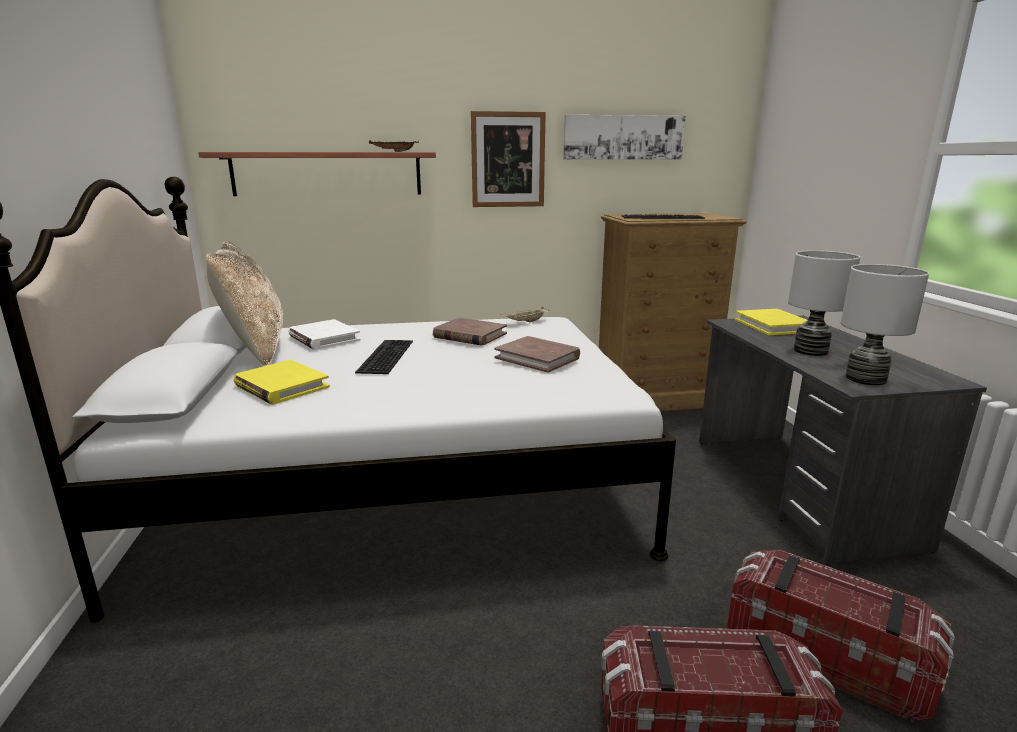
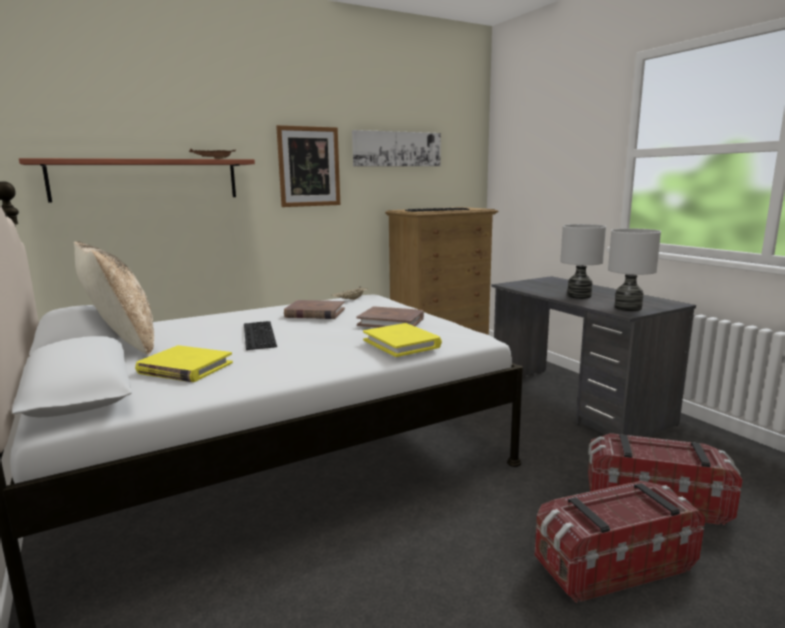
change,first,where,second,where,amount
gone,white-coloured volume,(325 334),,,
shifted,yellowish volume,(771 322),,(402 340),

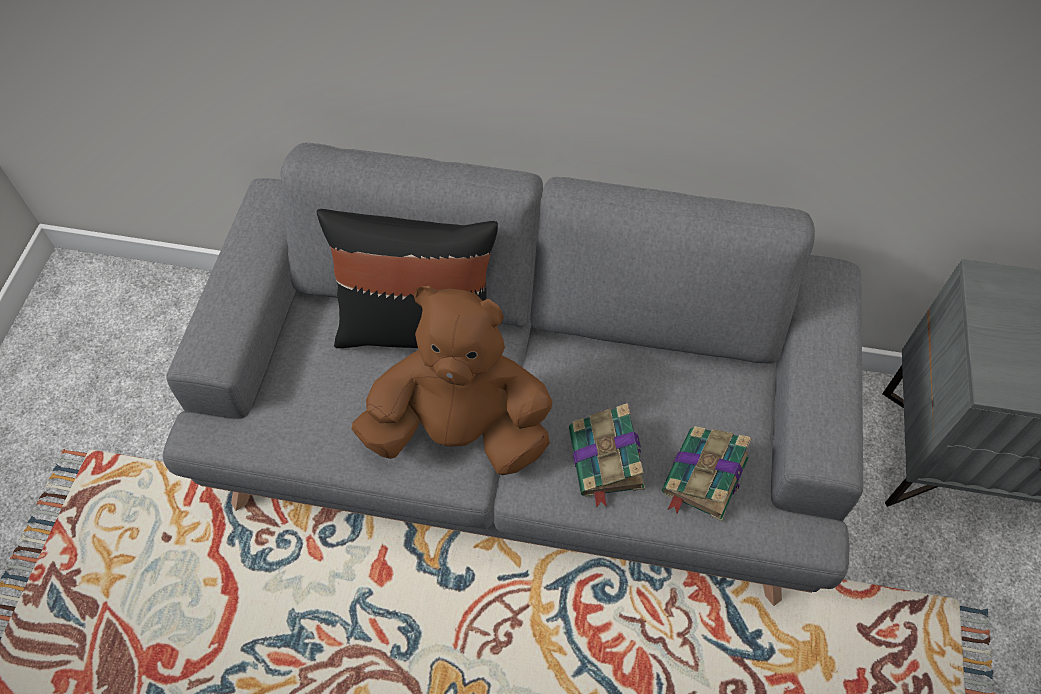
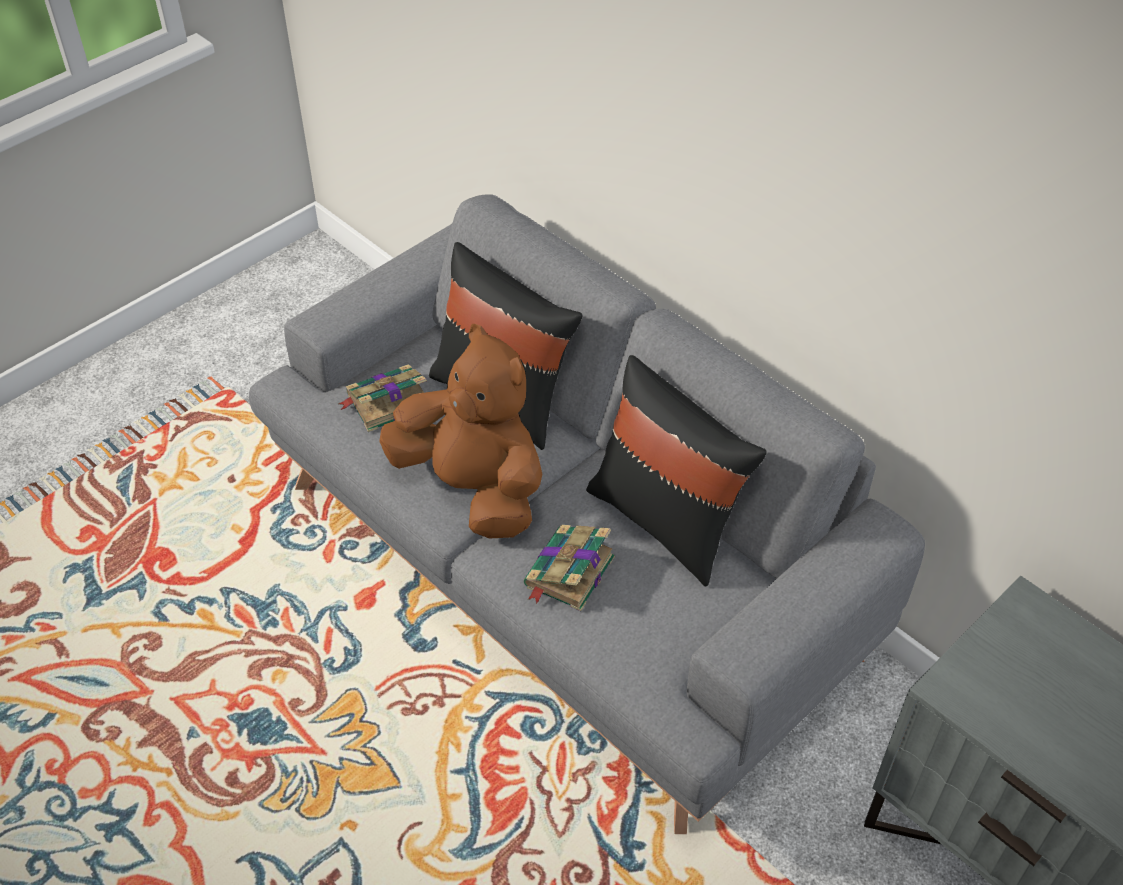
change,first,where,second,where,amount
shifted,volume,(707 473),,(382 398),
new,,,black-coloured pillow,(676 470),

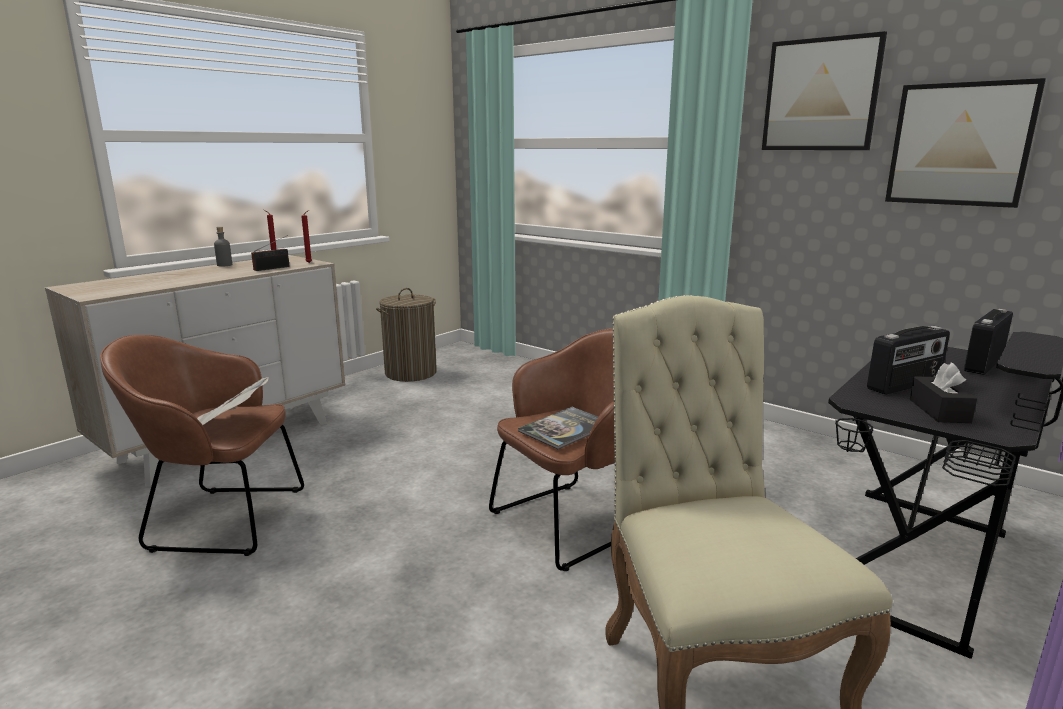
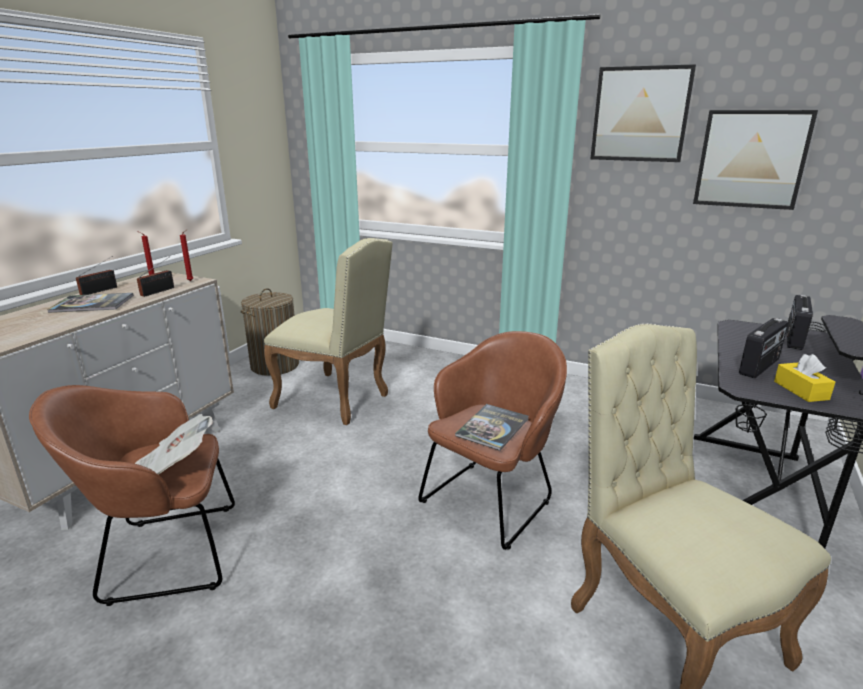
change,first,where,second,where,amount
swapped,greyish beverage bottle,(223 246),radio,(96 275),
repainted,black-coloured box of tissues,(943 392),yellowish box of tissues,(804 378),
new,,,volume,(90 303),
new,,,beige plain chair,(328 331),

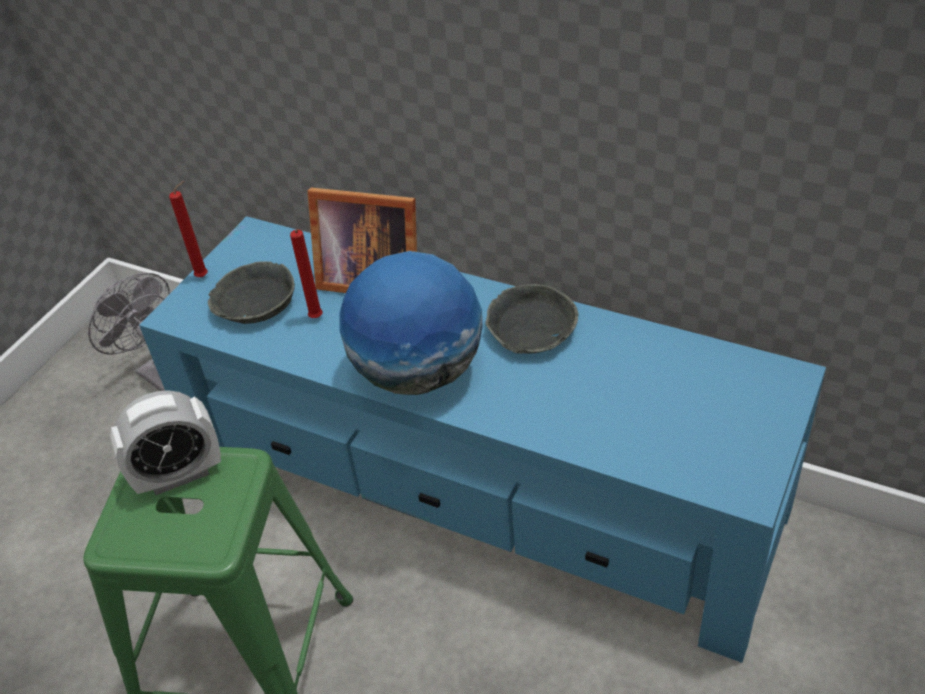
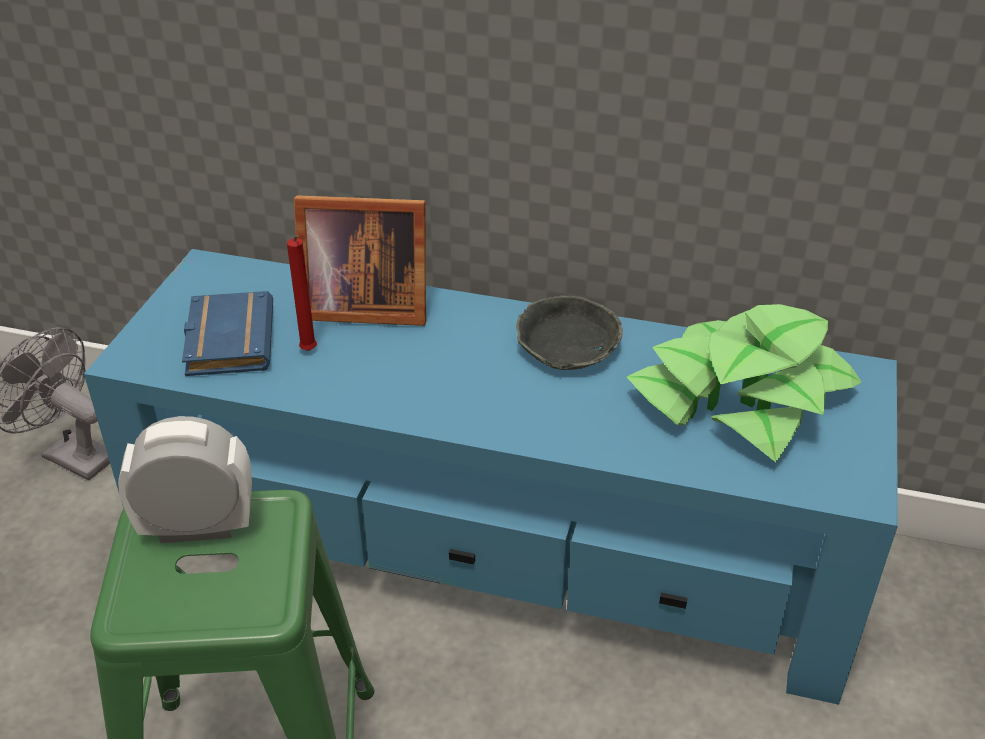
change,first,where,second,where,amount
rotated,alarm clock,(165 442),,(185 479),150 degrees counterclockwise
gone,reddish candle,(188 229),,,
swapped,greyish deep dish,(251 292),blue volume,(227 333),
gone,world globe,(410 323),,,
new,,,potted plant,(744 383),

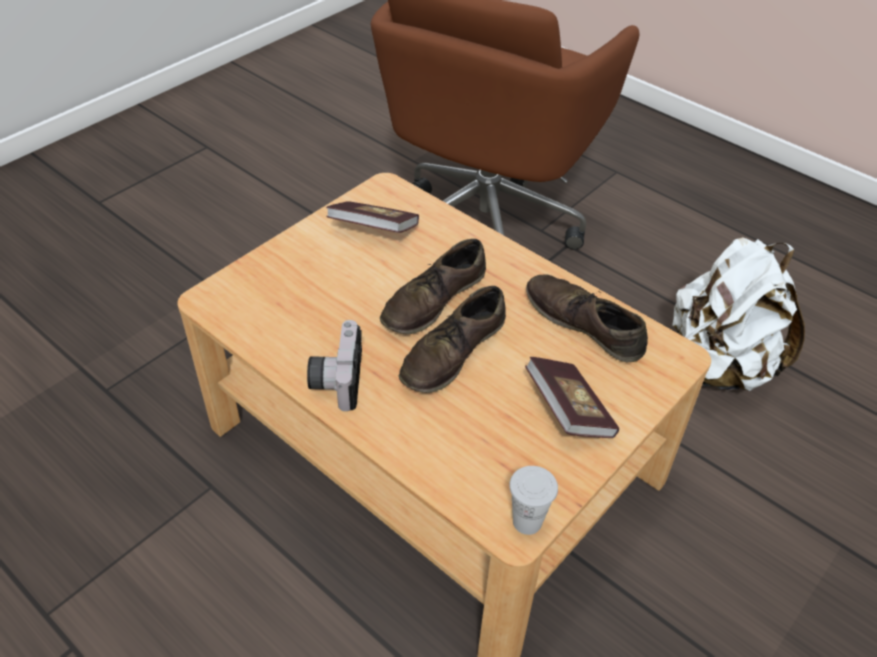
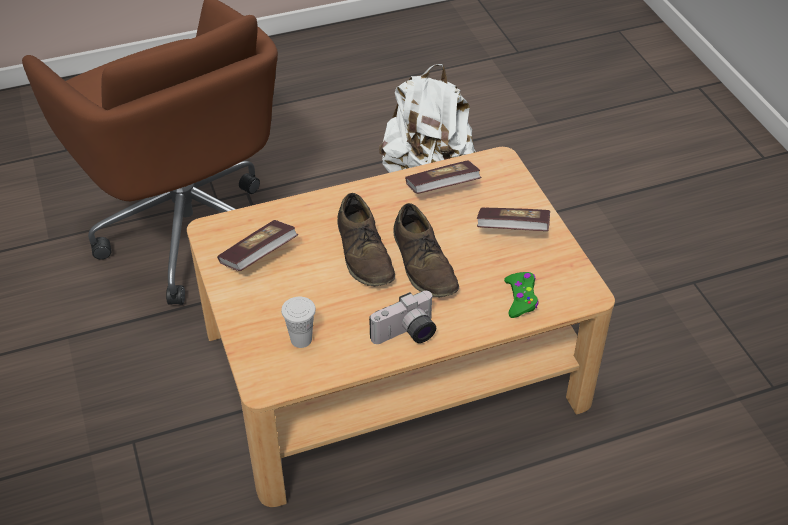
change,first,where,second,where,amount
rotated,photo camera,(334 365),,(402 317),60 degrees counterclockwise
shifted,white-coloured drinking cup,(533 500),,(298 322),
swapped,brown-coloured shoe,(587 318),volume,(443 177),
new,,,greenish game controller,(521 295),

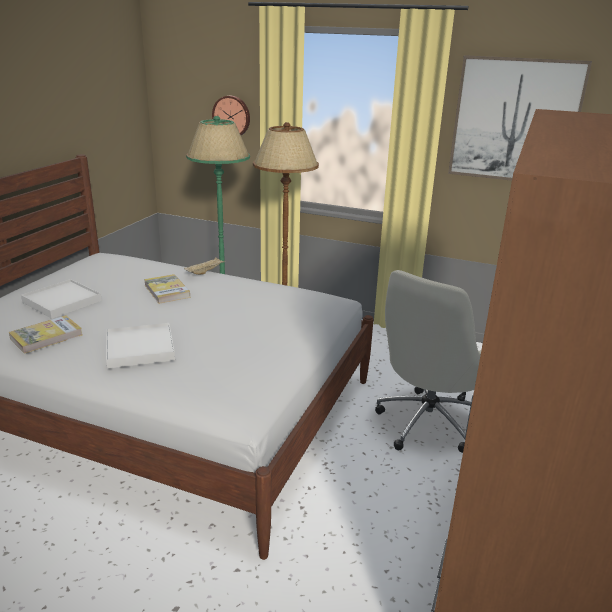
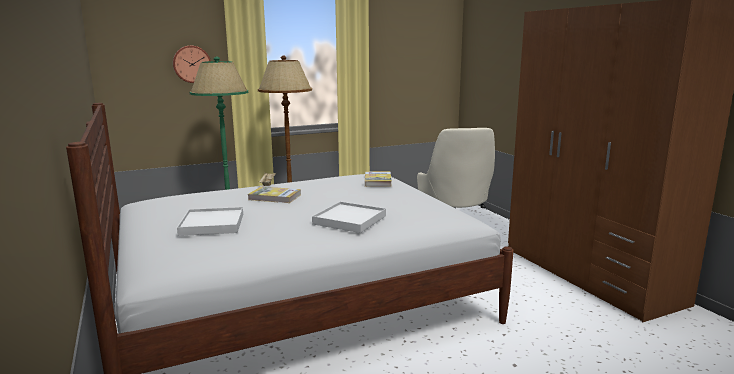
change,first,where,second,where,amount
shifted,volume,(45 334),,(378 179),
gone,picture,(520 118),,,

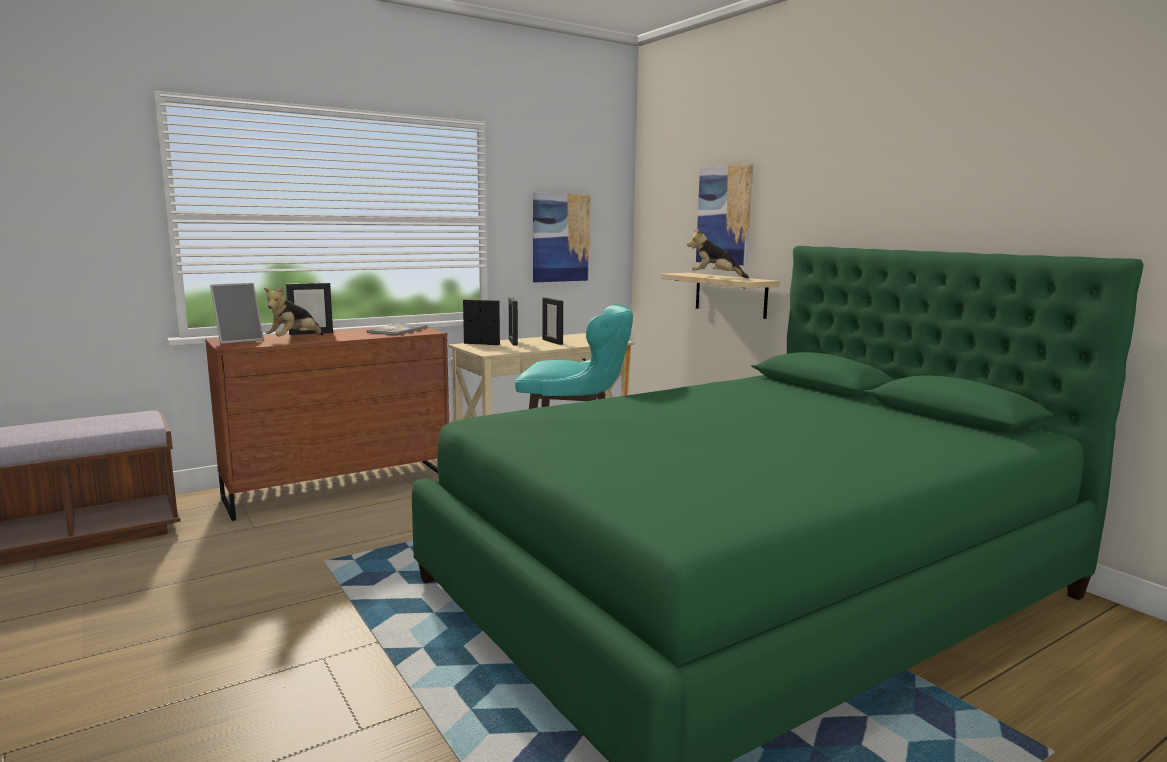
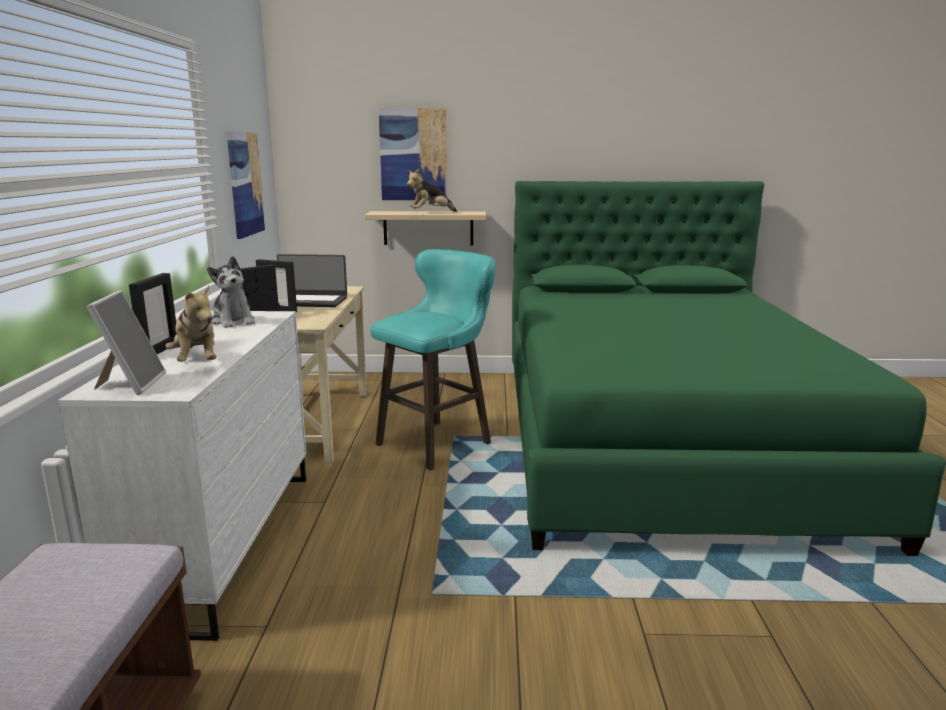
change,first,where,second,where,amount
repainted,brown-coloured chest of drawers,(327 424),white-coloured chest of drawers,(182 476),
swapped,volume,(397 329),cuddly toy,(231 292),
swapped,photo frame,(553 321),laptop,(312 280),

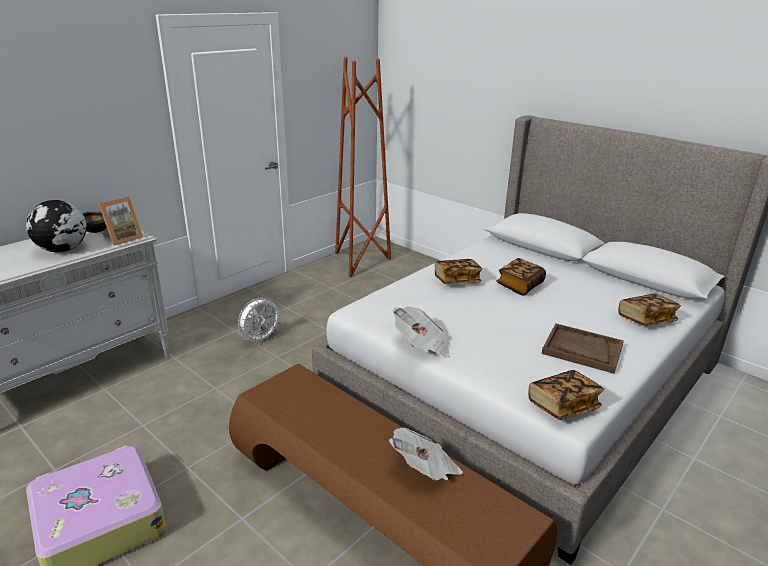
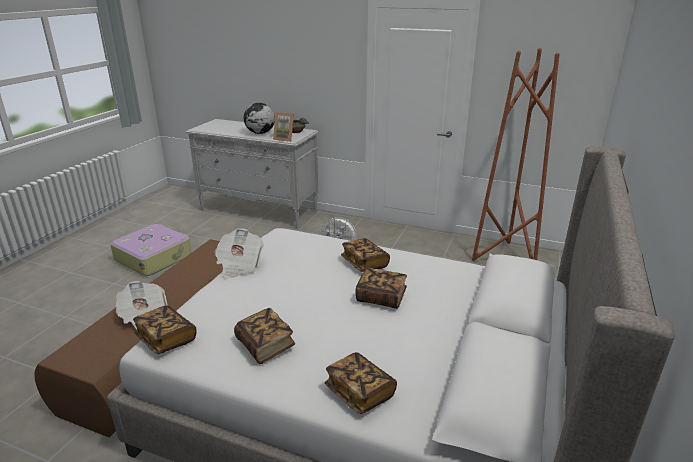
change,first,where,second,where,amount
swapped,brown-coloured tray,(583 348),volume,(264 336),

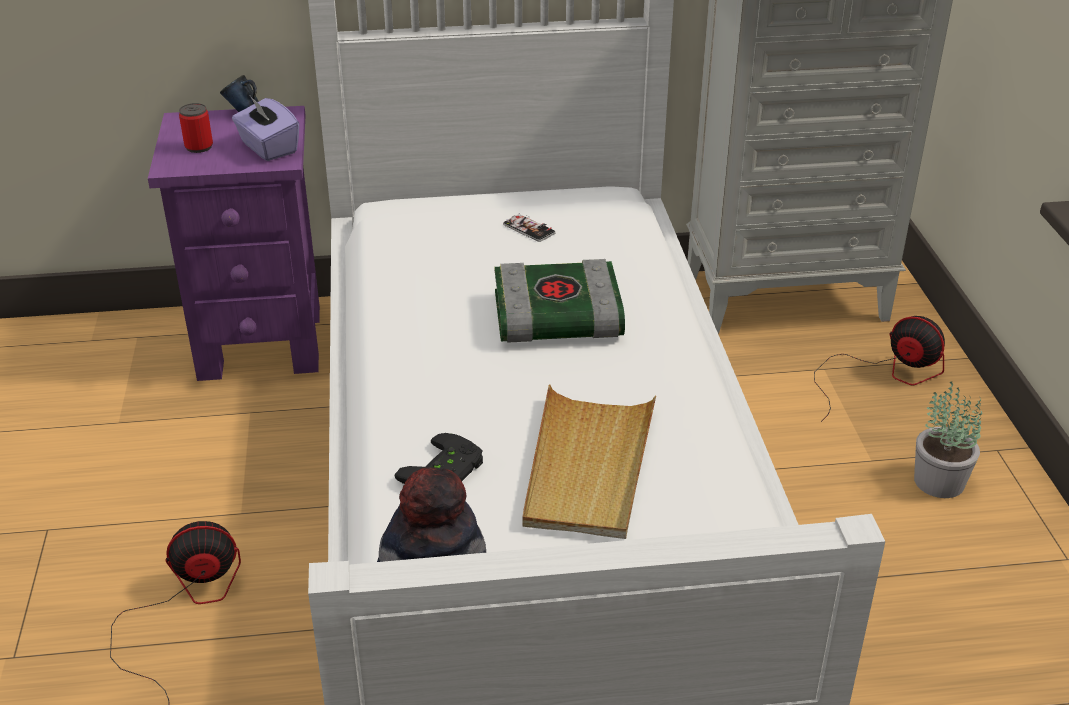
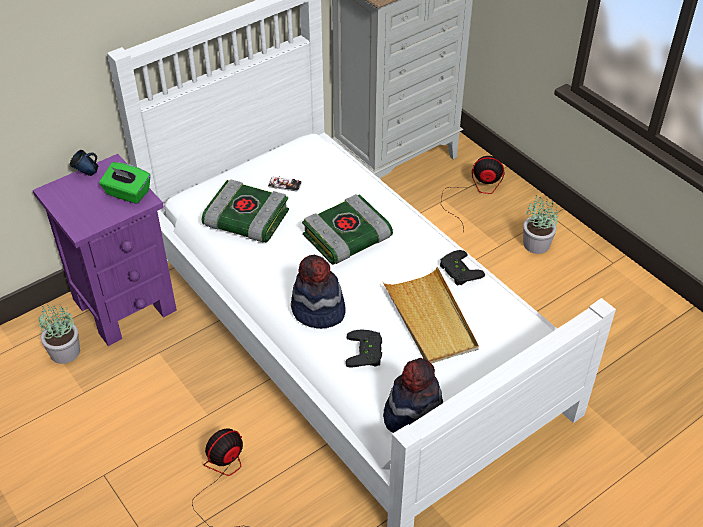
change,first,where,second,where,amount
gone,can,(196 128),,,
repainted,purple-coloured box of tissues,(265 128),greenish box of tissues,(125 183),
new,,,potted plant,(59 334),
new,,,volume,(245 210),
new,,,clothing hat,(318 292),
new,,,black-coloured game controller,(462 268),

